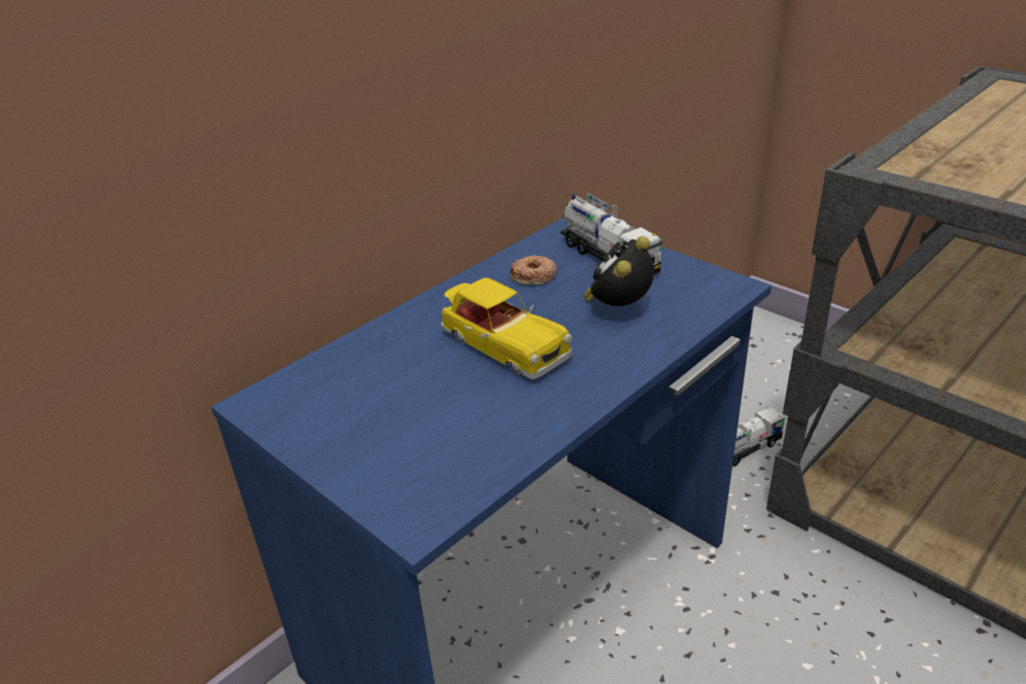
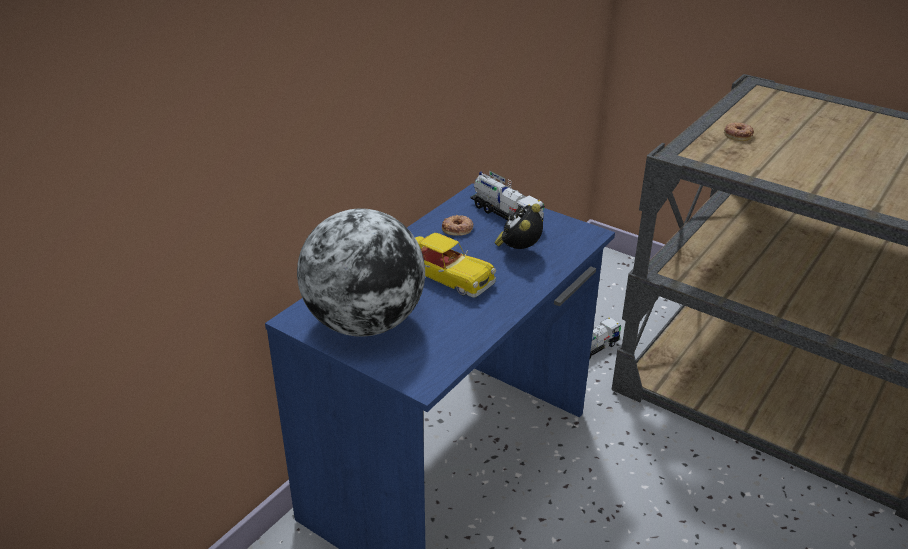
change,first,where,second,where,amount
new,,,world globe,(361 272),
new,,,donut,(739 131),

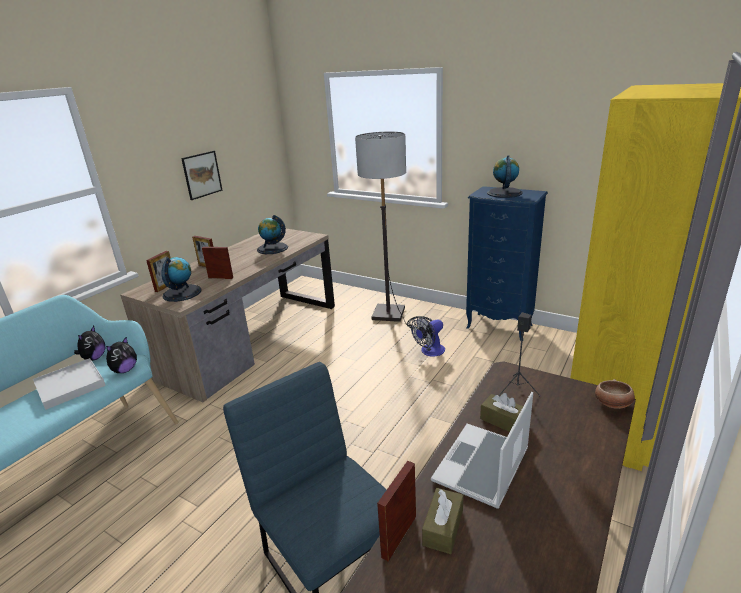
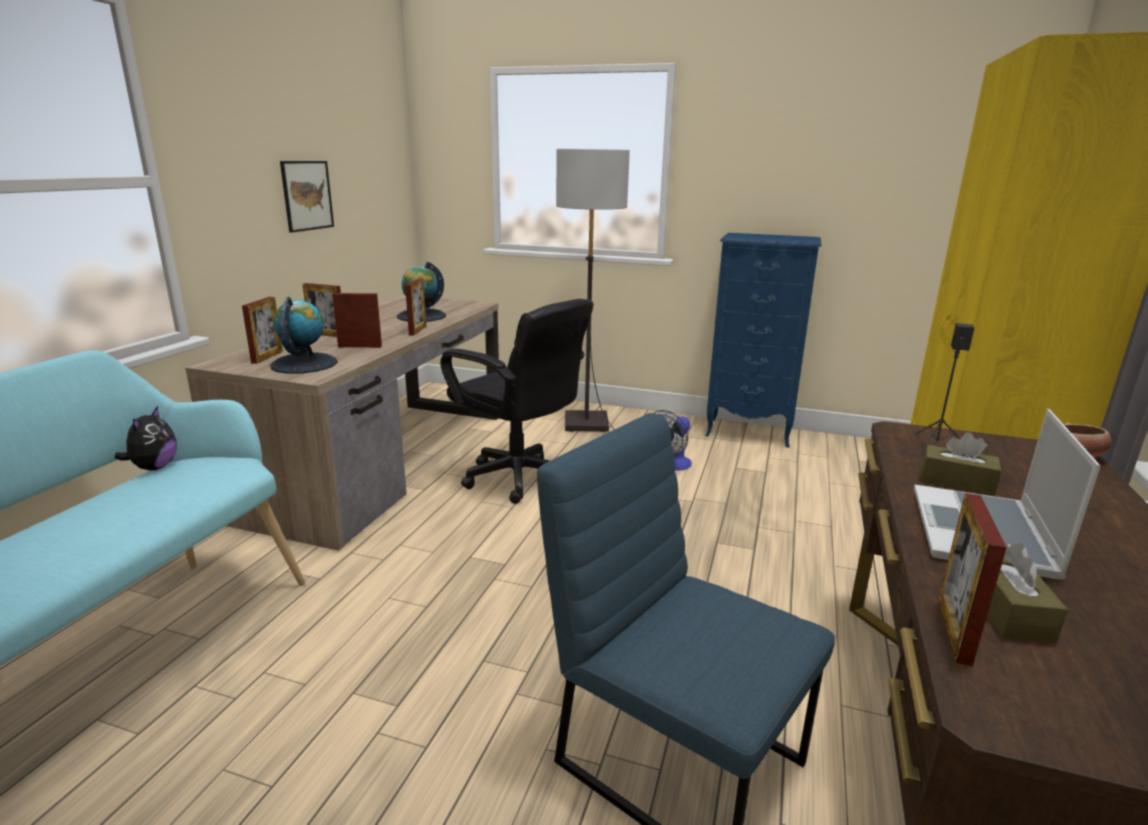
change,first,where,second,where,amount
gone,white-coloured tray,(69 384),,,
gone,cuddly toy,(121 355),,,
gone,world globe,(504 176),,,
new,,,photo frame,(415 307),
new,,,black-coloured office chair,(517 401),

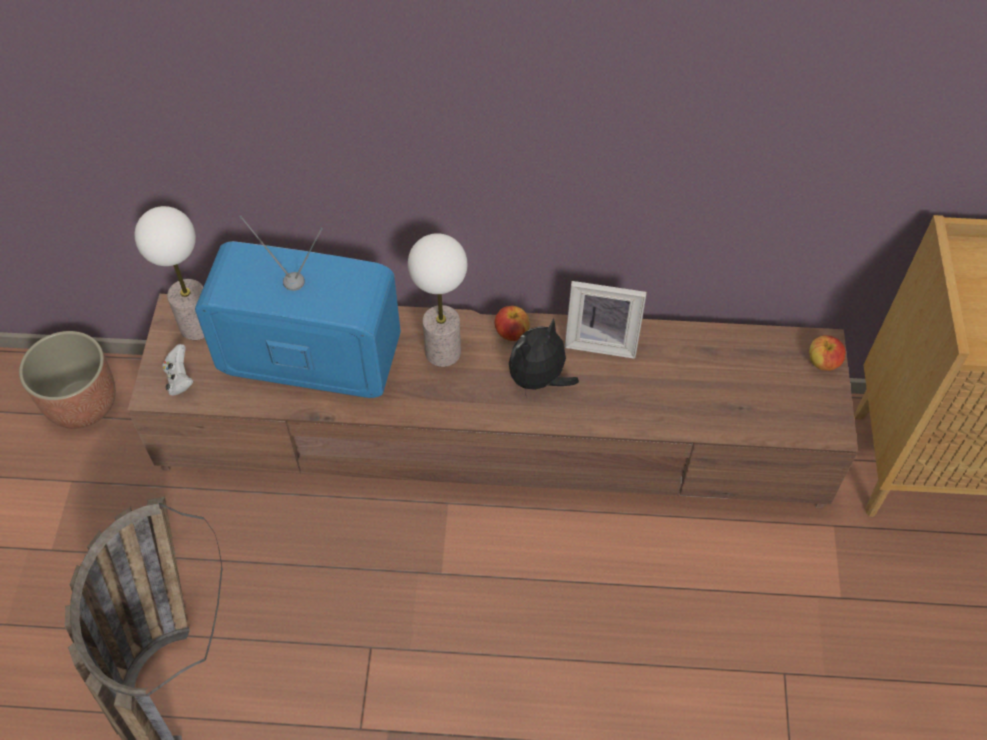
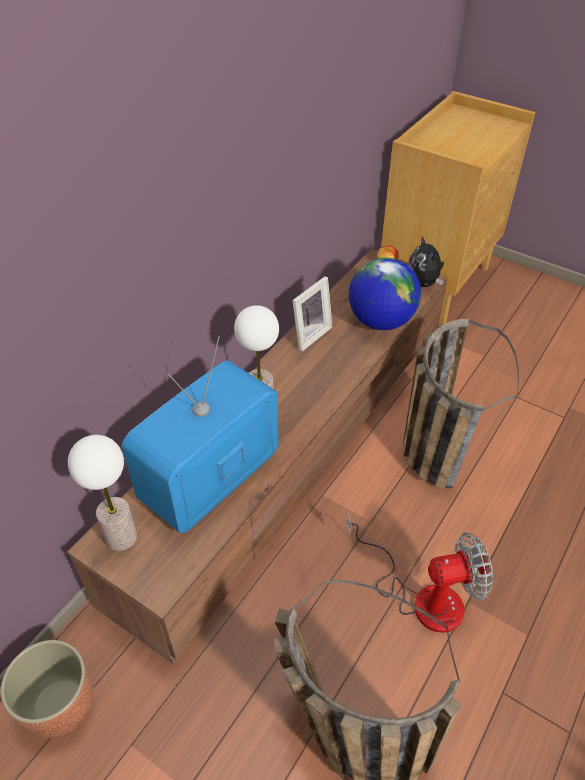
change,first,where,second,where,amount
gone,white-coloured game controller,(177 370),,,
gone,whole apple,(512 323),,,
shifted,cuddly toy,(544 356),,(426 261),
new,,,electric fan,(420 573),
new,,,world globe,(385 294),
new,,,basket,(461 404),

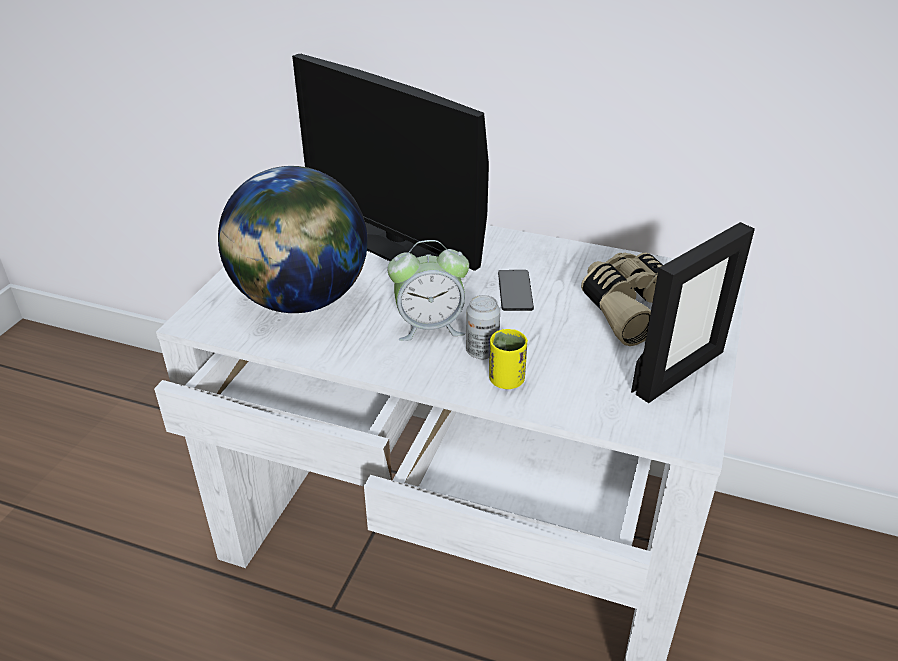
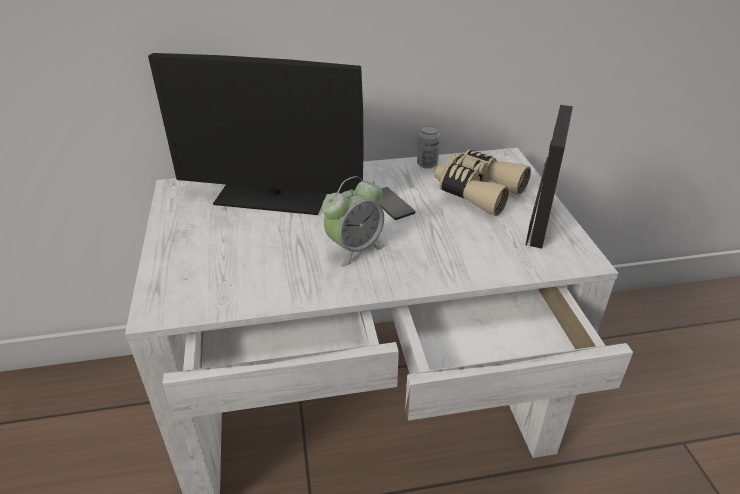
change,first,where,second,where,amount
gone,world globe,(293 239),,,
shifted,can,(483 327),,(428 147),
gone,yellowish drinking cup,(508 359),,,

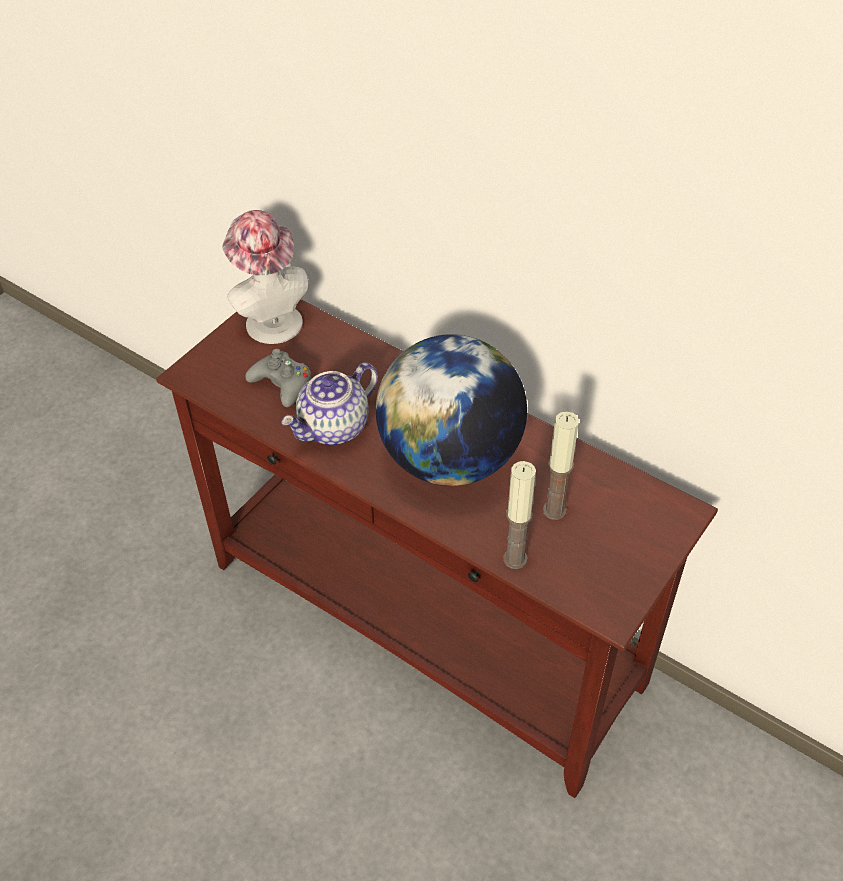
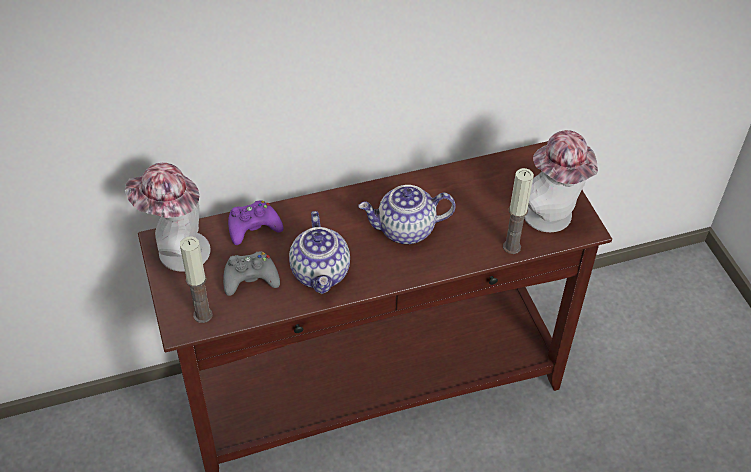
change,first,where,second,where,amount
swapped,world globe,(451 410),teapot,(407 214),
shifted,candle,(561 465),,(196 279),
new,,,purple-coloured game controller,(256 222),
new,,,clothing hat,(561 181),

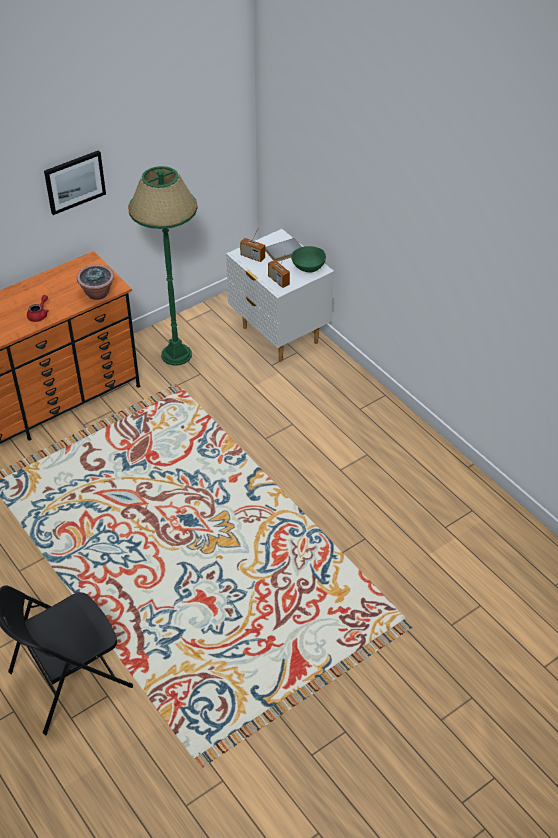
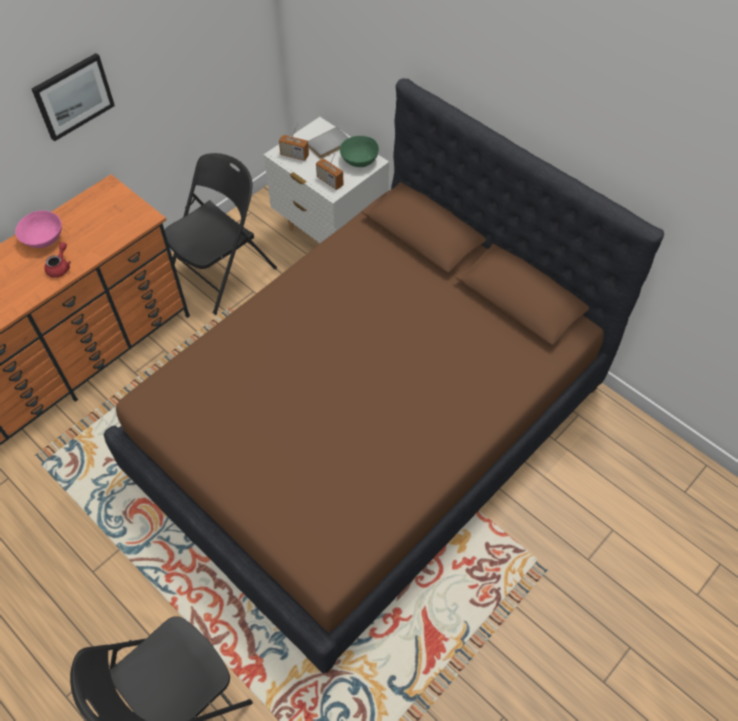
change,first,where,second,where,amount
gone,potted plant,(95 282),,,
swapped,greenish standing lamp,(163 266),black-coloured plain chair,(221 234),
new,,,pink deep dish,(38 229),
new,,,brown-coloured bedroom bed,(383 376),

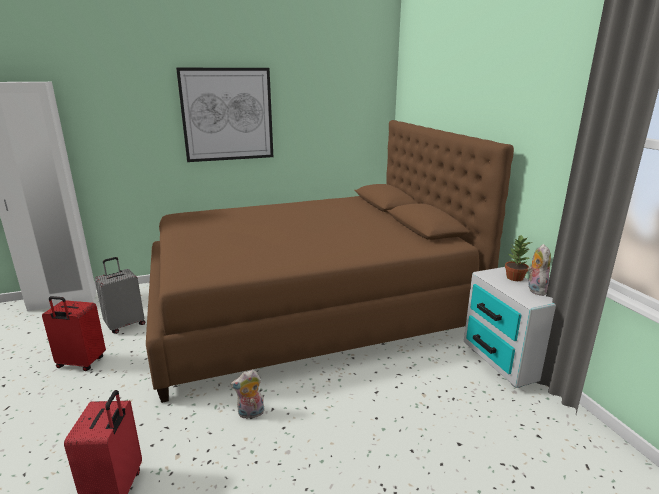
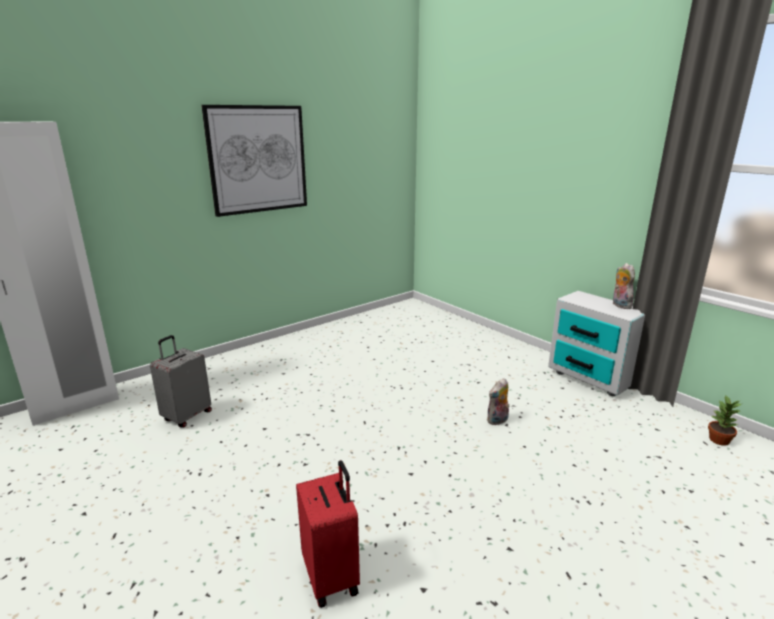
change,first,where,second,where,amount
gone,reddish piece of luggage,(74 333),,,
gone,brown-coloured bedroom bed,(330 261),,,
shifted,cuddly toy,(248 394),,(498 402),
shifted,potted plant,(518 258),,(724 421),

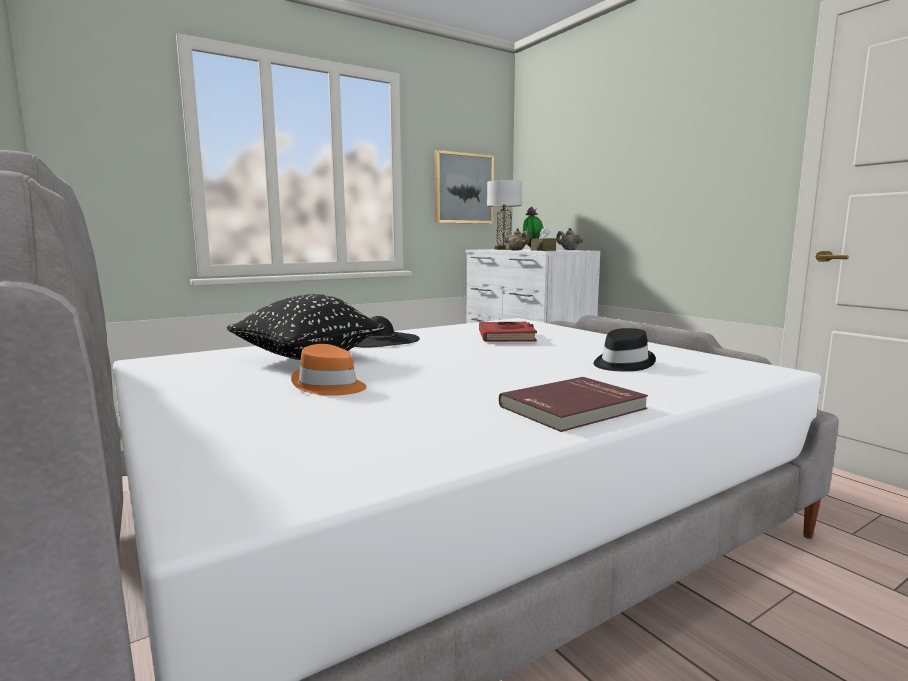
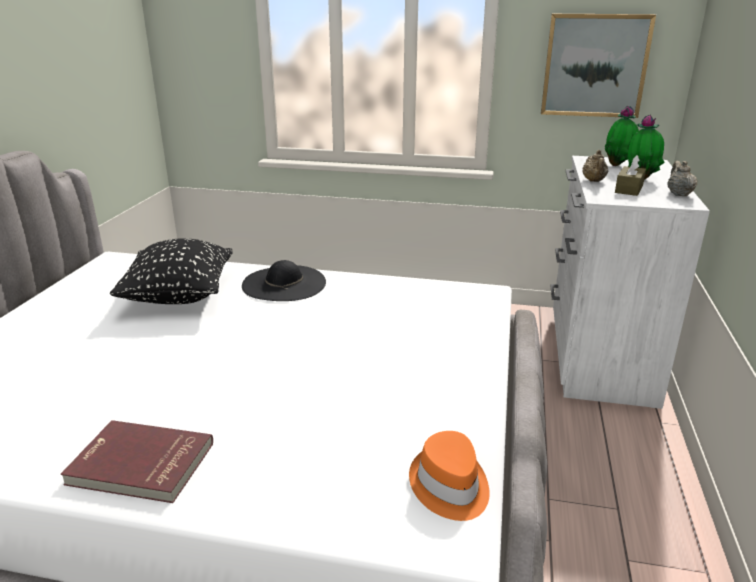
change,first,where,second,where,amount
shifted,orangey clothing hat,(328 370),,(449 476),
gone,reddish volume,(508 332),,,
swapped,lamp for a table,(504 215),potted plant,(622 136),
gone,black-coloured clothing hat,(624 349),,,

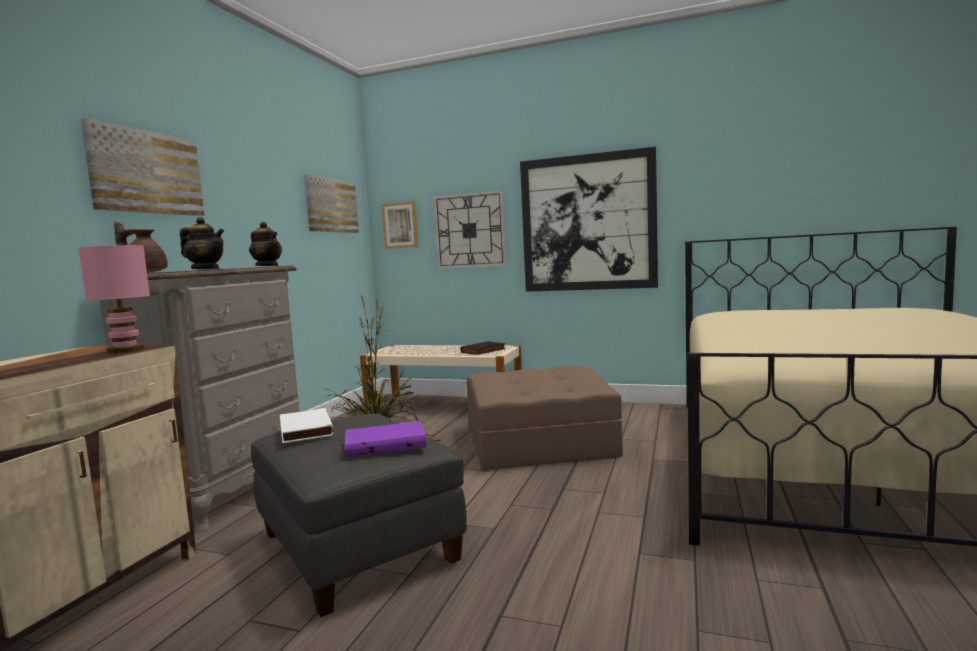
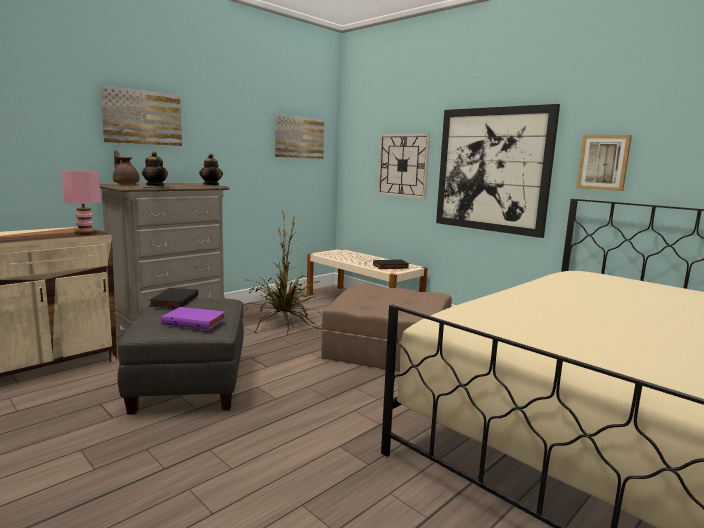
change,first,where,second,where,amount
repainted,white-coloured volume,(307 425),black-coloured volume,(173 298),
shifted,picture,(400 225),,(604 163),

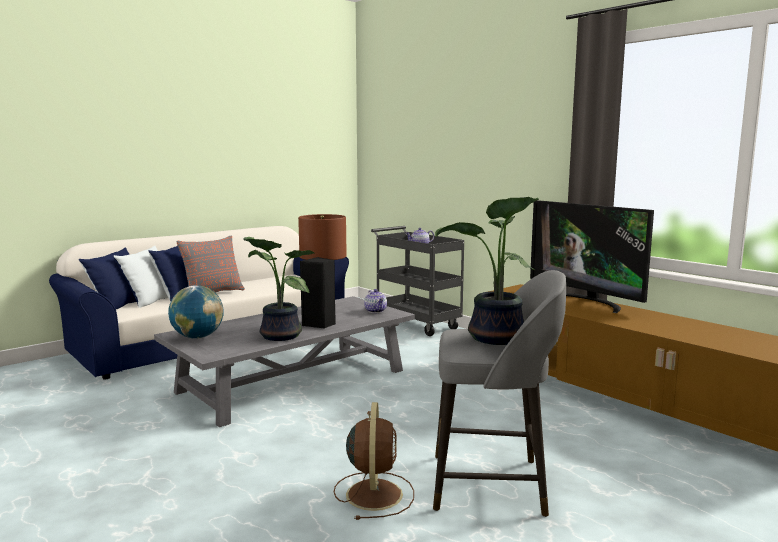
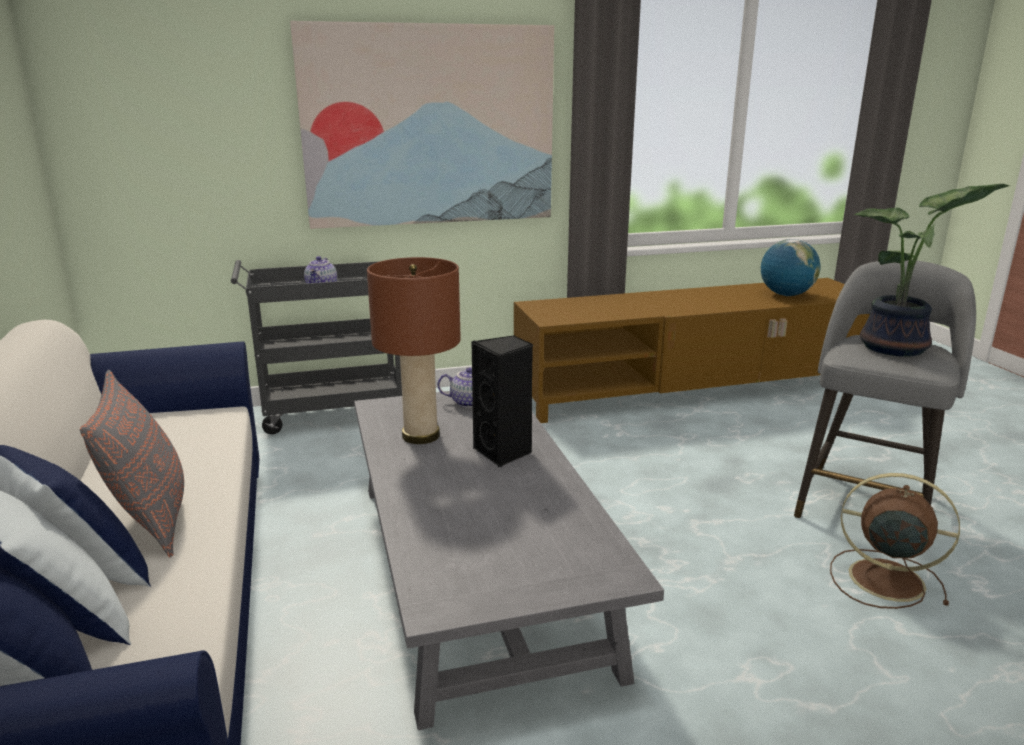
change,first,where,second,where,amount
shifted,world globe,(196 311),,(790 267),
gone,potted plant,(278 289),,,
gone,television,(592 256),,,
new,,,picture,(422 125),

